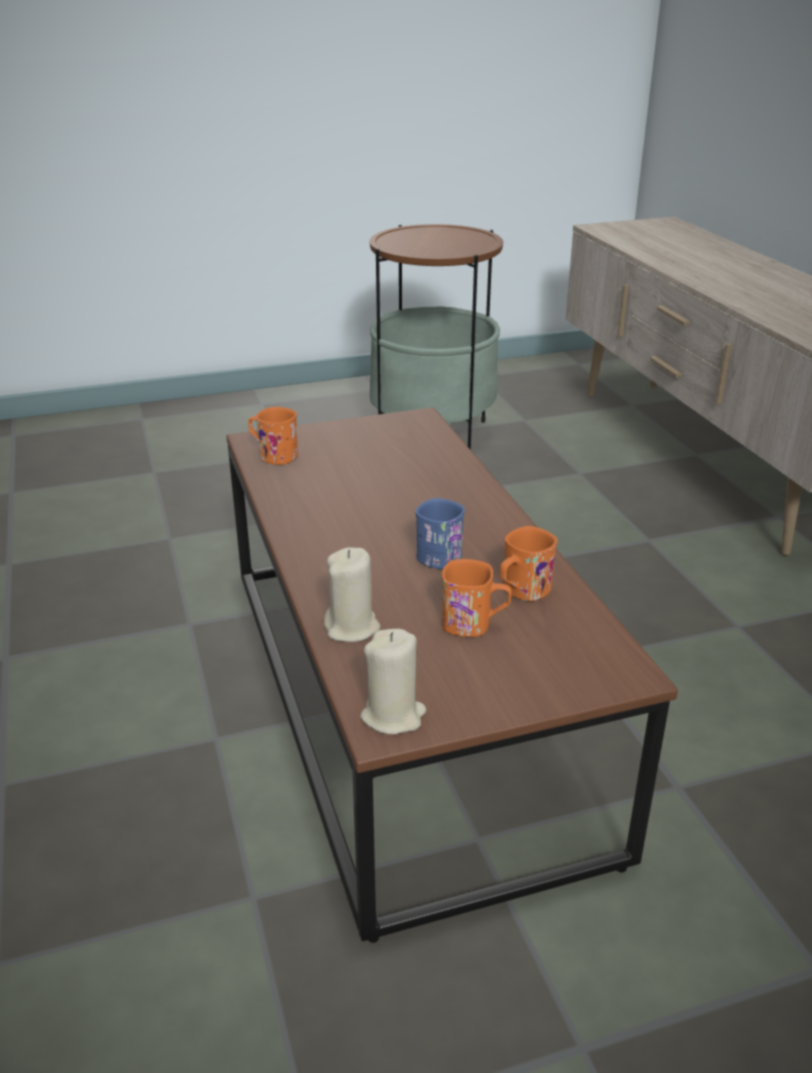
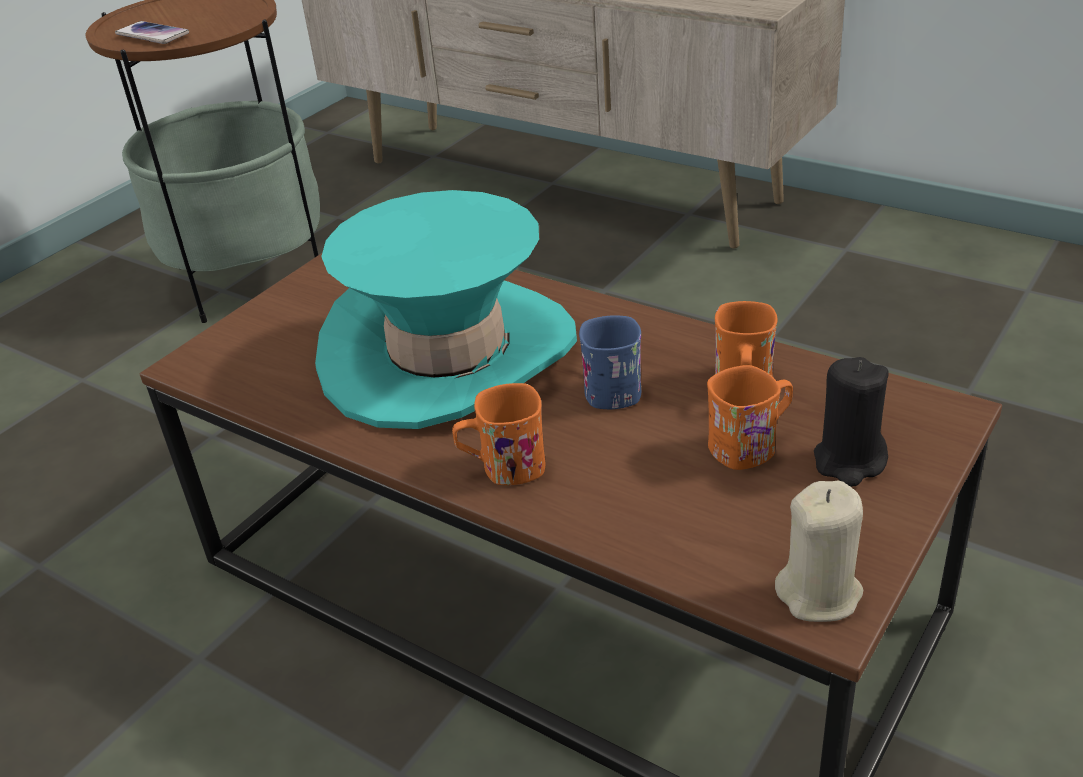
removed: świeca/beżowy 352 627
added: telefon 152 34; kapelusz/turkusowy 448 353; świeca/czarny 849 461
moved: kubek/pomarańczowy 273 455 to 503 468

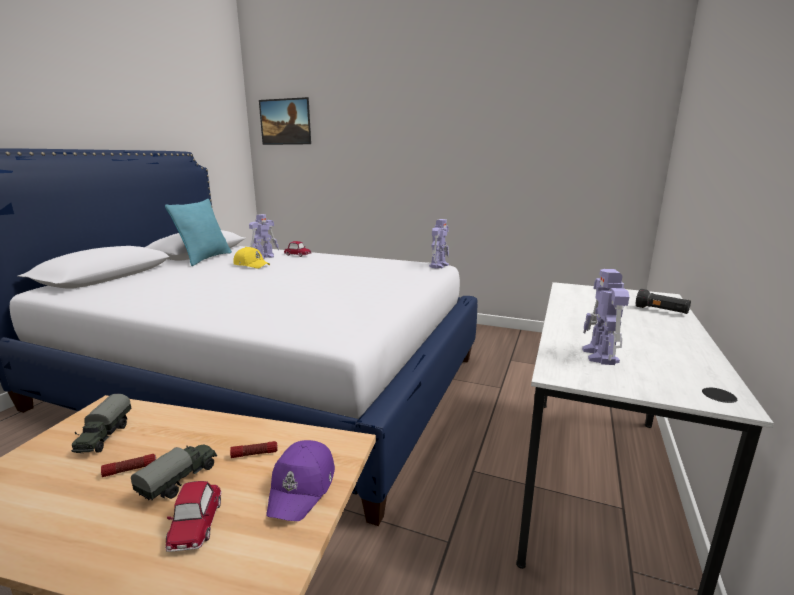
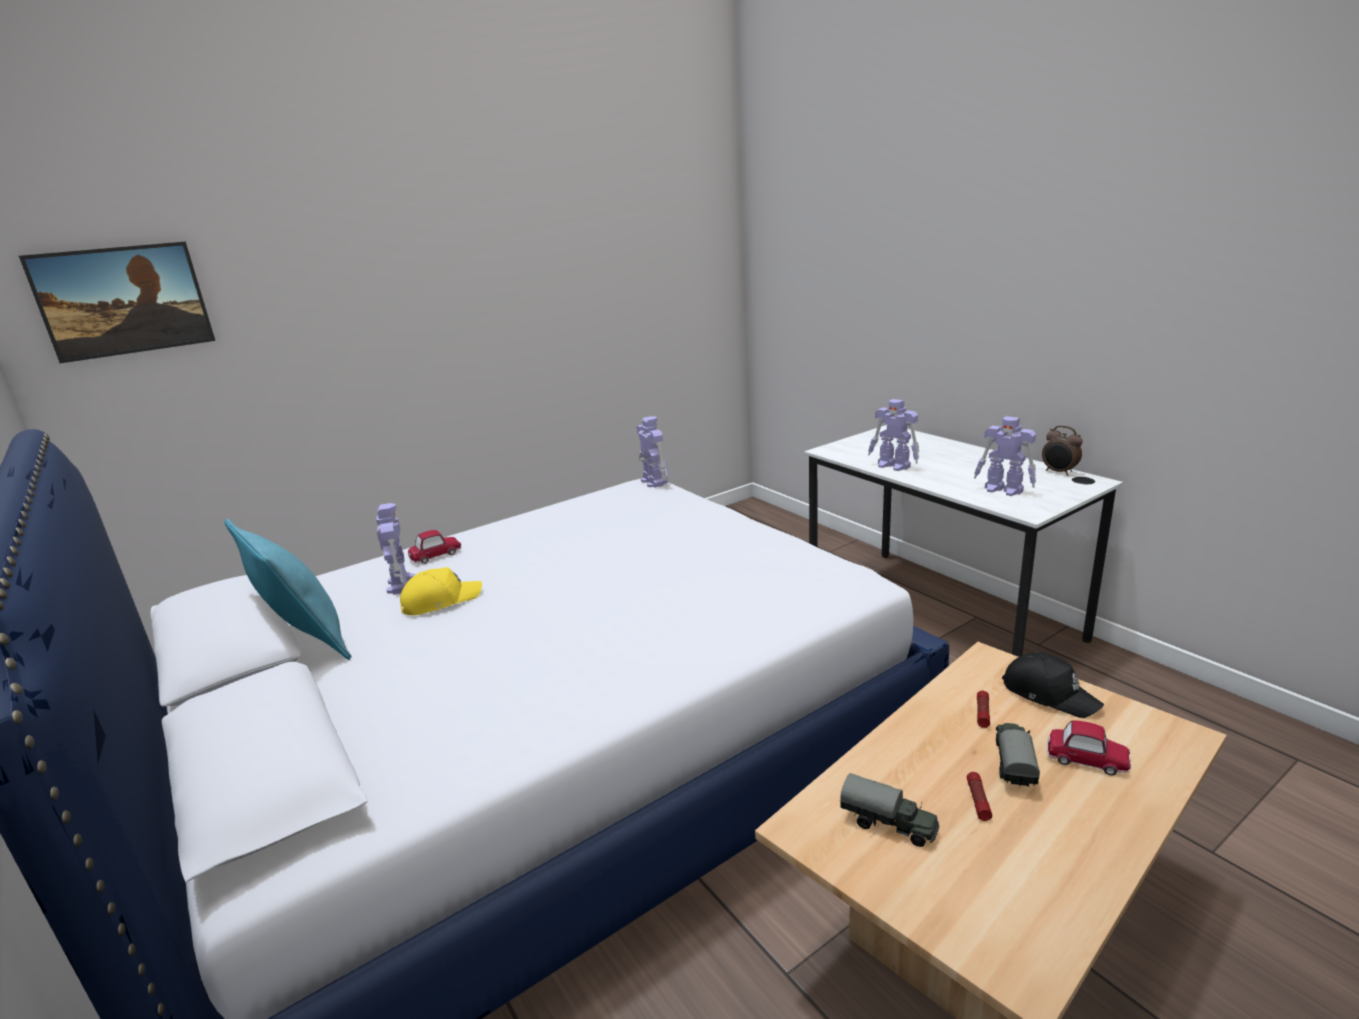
removed: latarka/czarny 661 311
added: robot zabawkowy 894 466; budzik 1059 472
recoloured: czapka z daszkiem/fioletowy 303 487 to czapka z daszkiem/czarny 1049 693
turned: ciężarówka zabawkowa 180 481 = 1013 764 45 degrees clockwise

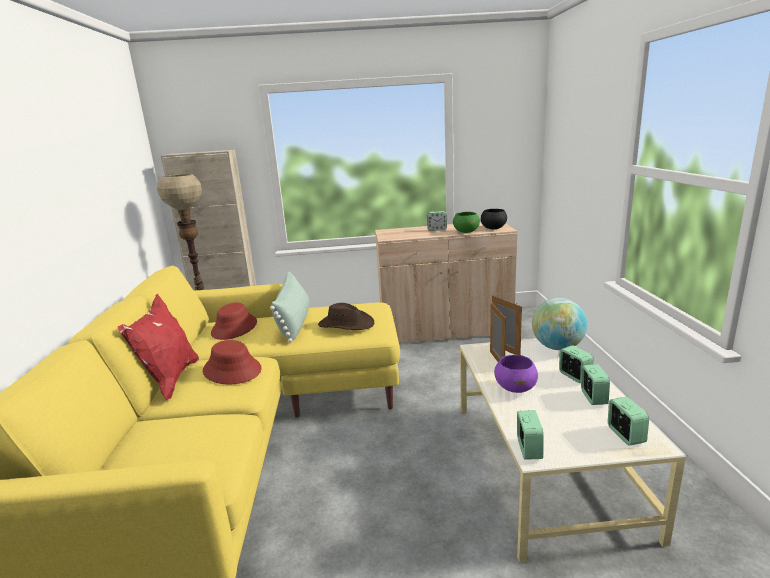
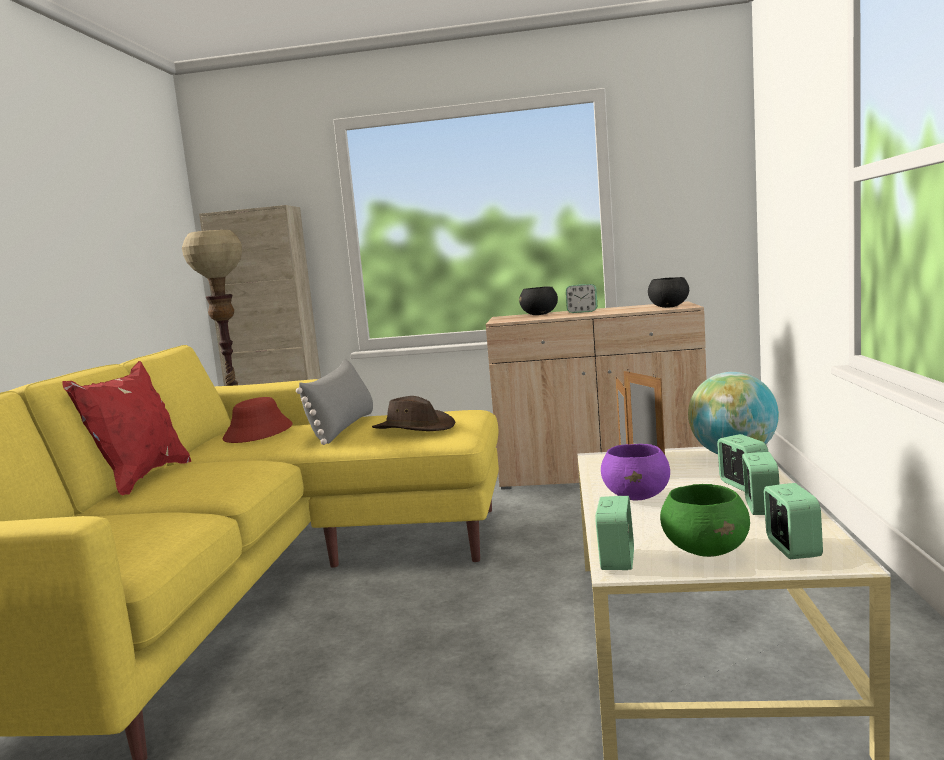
removed: kapelusz/czerwony 232 370
added: miska/czarny 539 314
moved: miska/zielony 466 232 to 706 551
recoloured: poduszka/zielony 294 323 to poduszka/szary 343 428

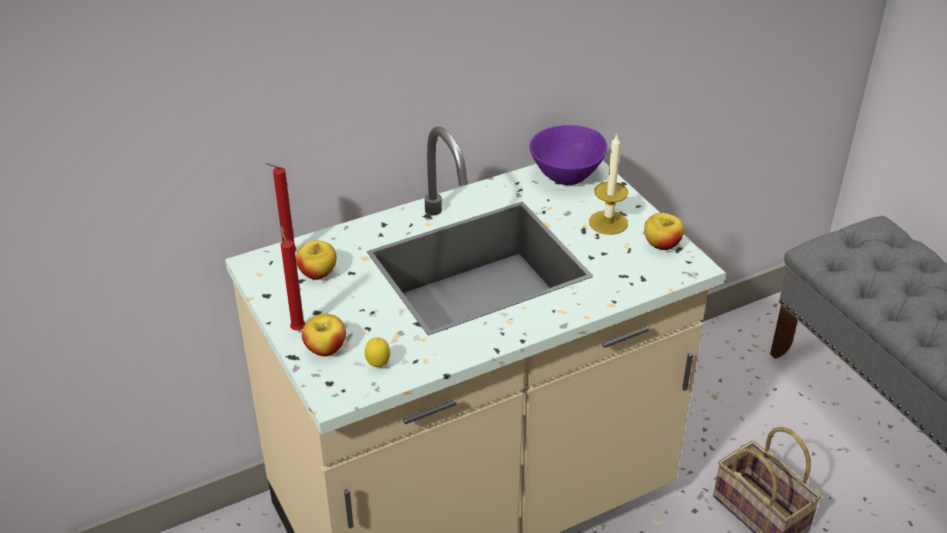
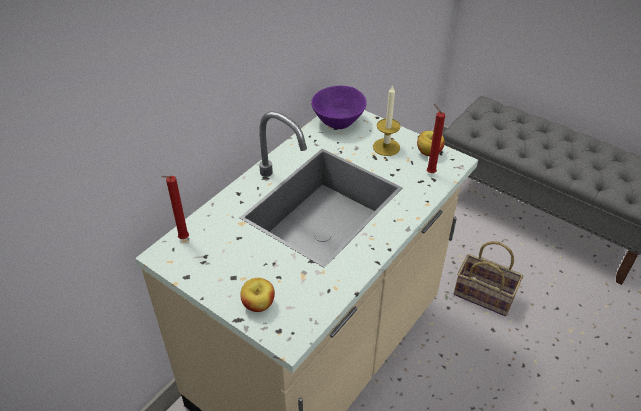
removed: jabłko 317 273; cytryna 378 365
moved: świeca/czerwony 297 328 to 429 172

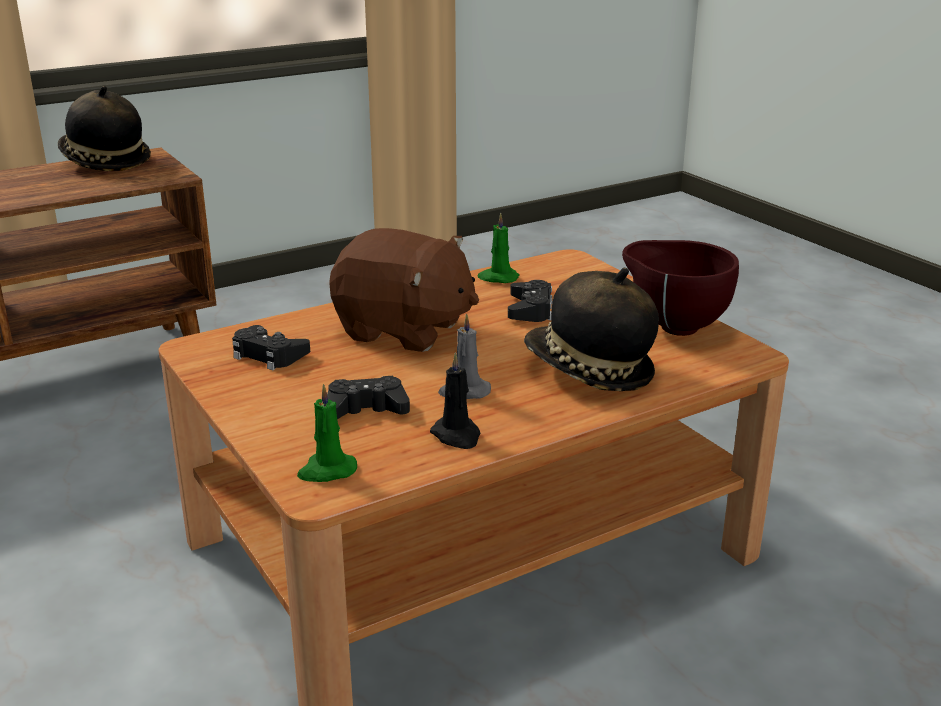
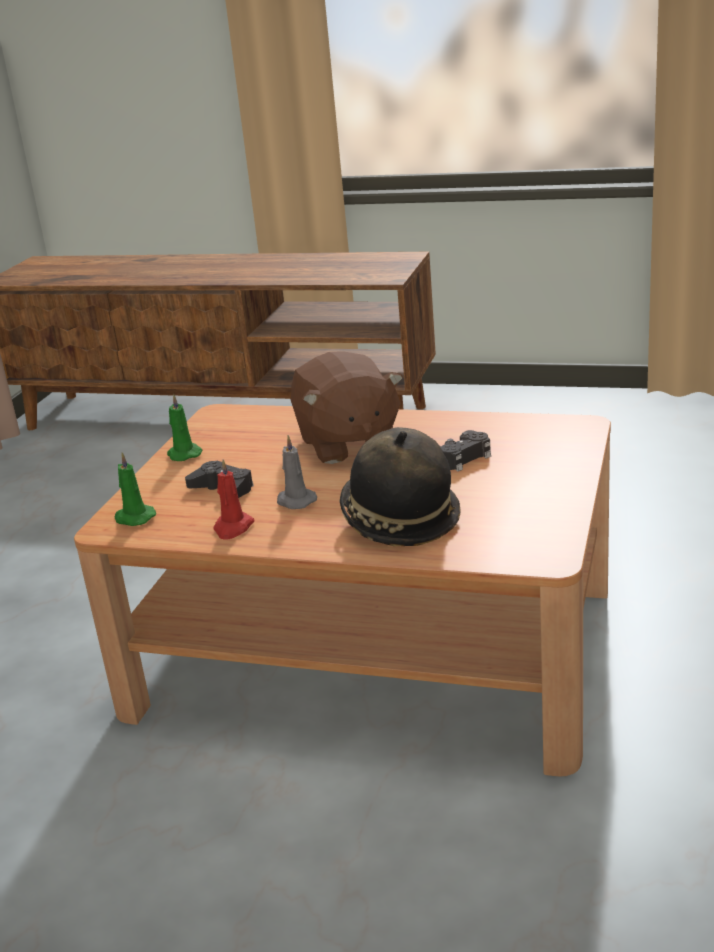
removed: kapelusz 105 162; miska/brązowy 673 327; pad do gier/czarny 268 355
moved: świeca/zielony 497 278 to 183 454
recoloured: świeca/czarny 457 436 to świeca/czerwony 233 528

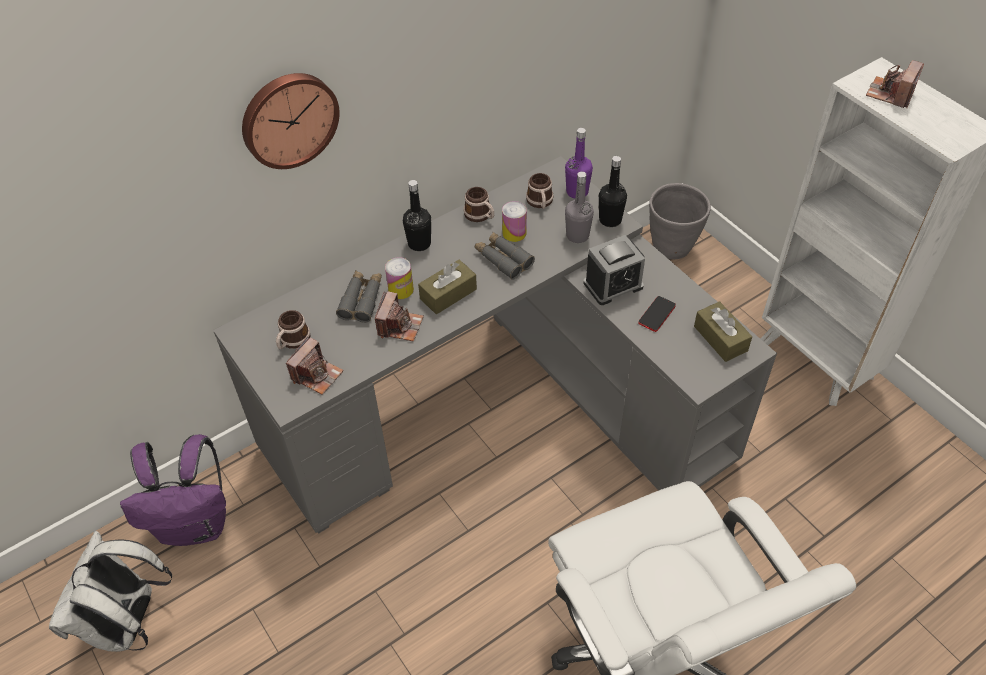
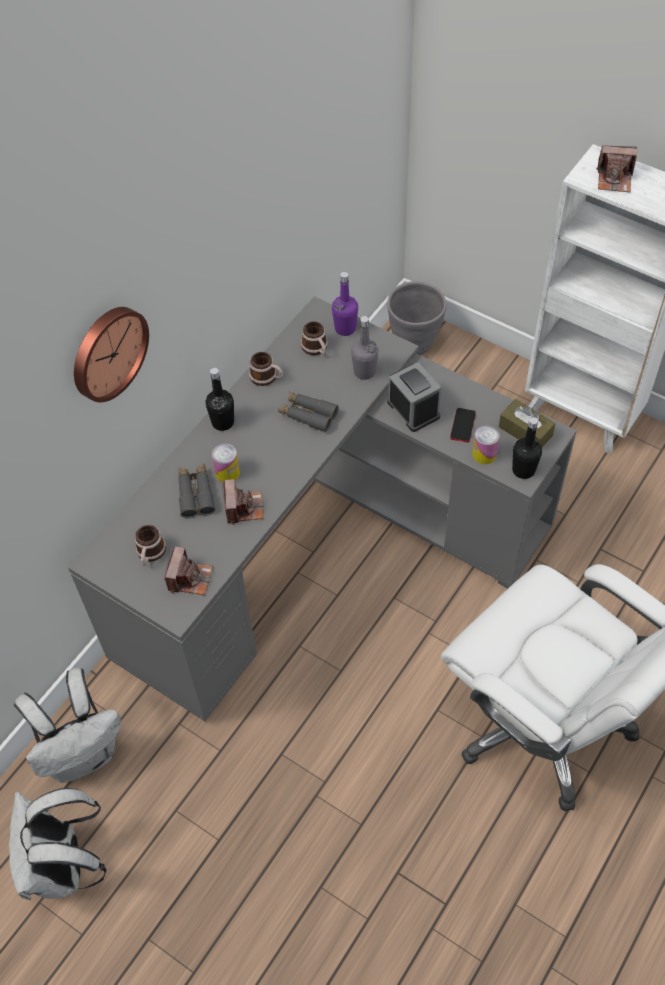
removed: pudełko chusteczek/brązowy 448 294
moved: butelka/czarny 610 220 to 523 470; puszka 514 233 to 484 454
recoloured: plecak/fioletowy 196 525 to plecak/biały 83 754
turned: aparat fotograficzny 891 94 = 614 179 90 degrees counterclockwise; budzik 613 285 = 413 409 75 degrees counterclockwise

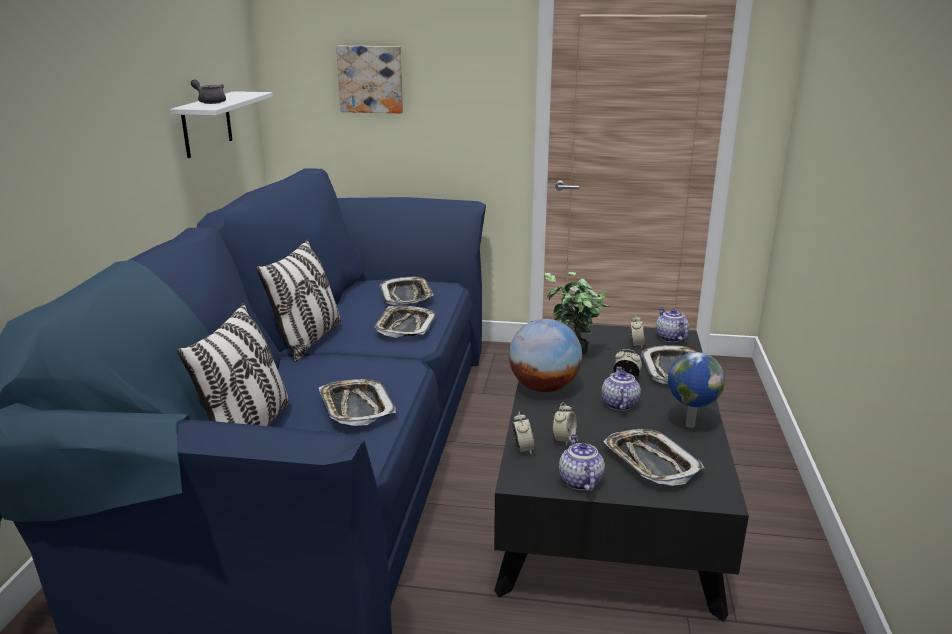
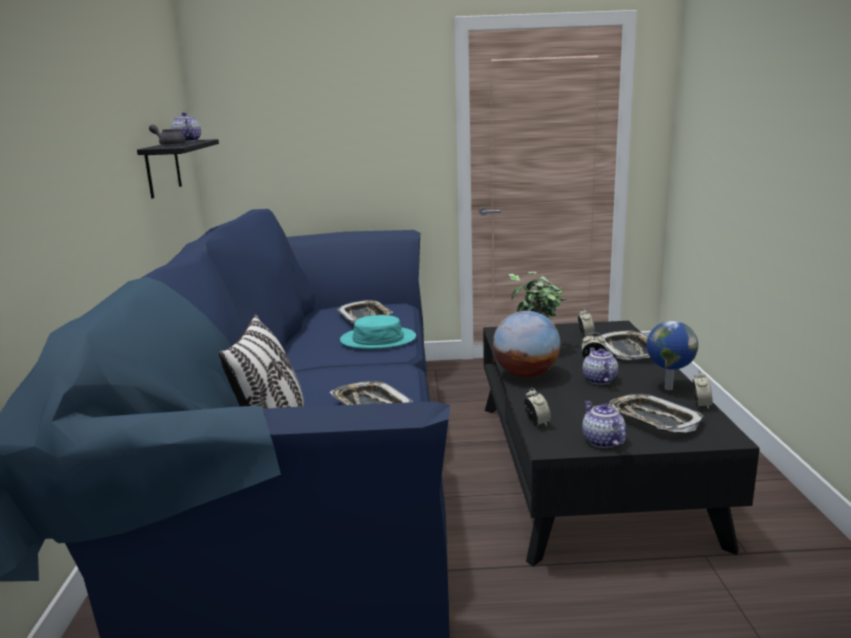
removed: obraz 371 79; poduszka 308 340
moved: imbryk 670 337 to 187 141; budzik 563 440 to 701 405
replaced: taca 405 326 to kapelusz/turkusowy 378 339
recoloured: półka/biały 207 124 to półka/czarny 163 168

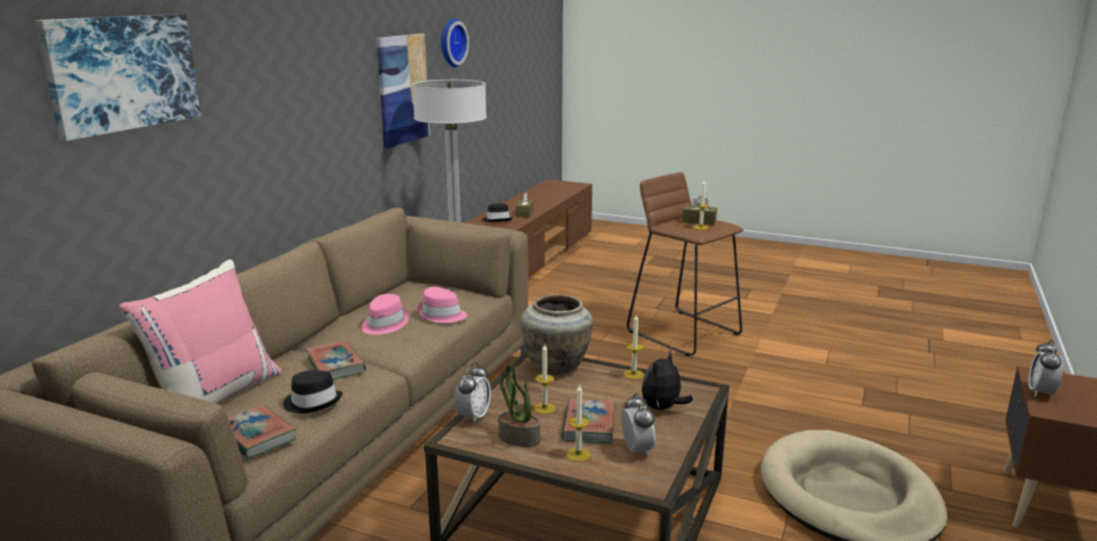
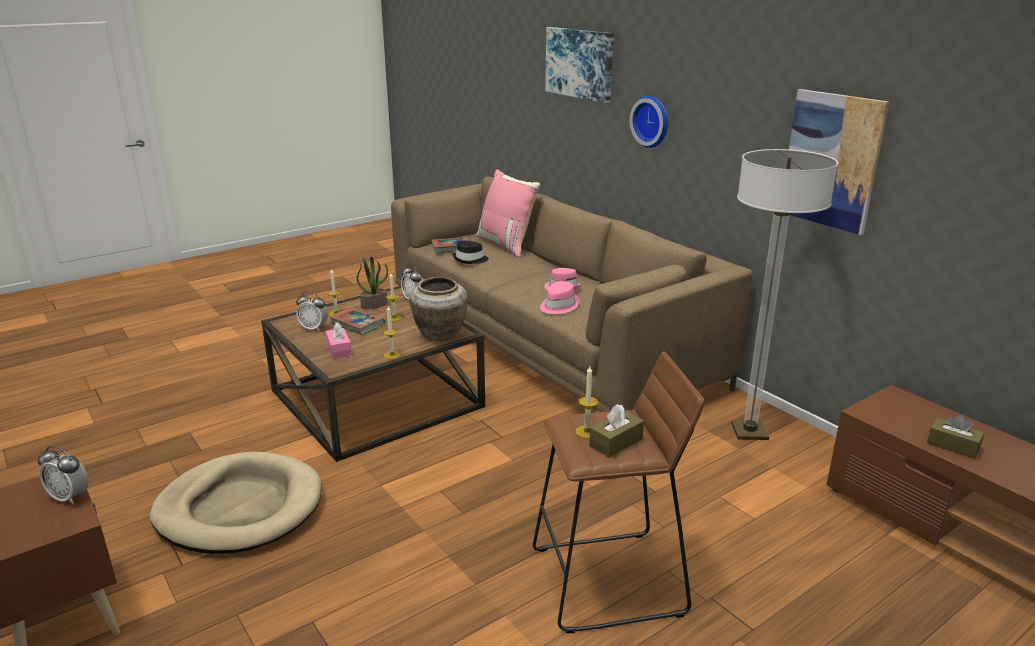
removed: kapelusz/czarny 497 220; książka 335 365
moved: zegar ścienny 451 42 to 652 121
replaced: pluszak 662 408 to pudełko chusteczek/różowy 339 350
turned: budzik 1040 392 = 69 497 150 degrees clockwise

